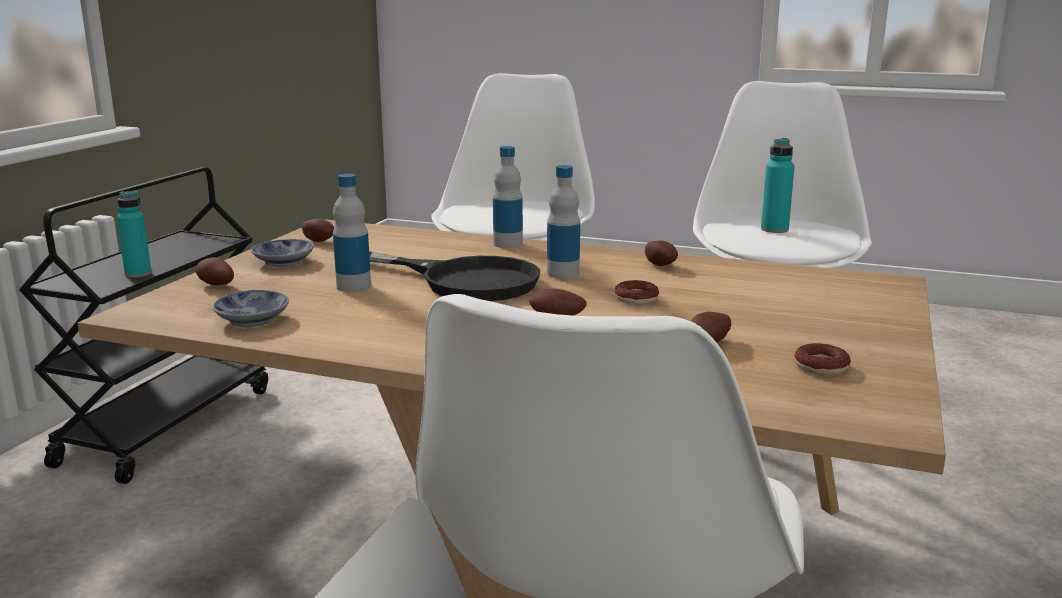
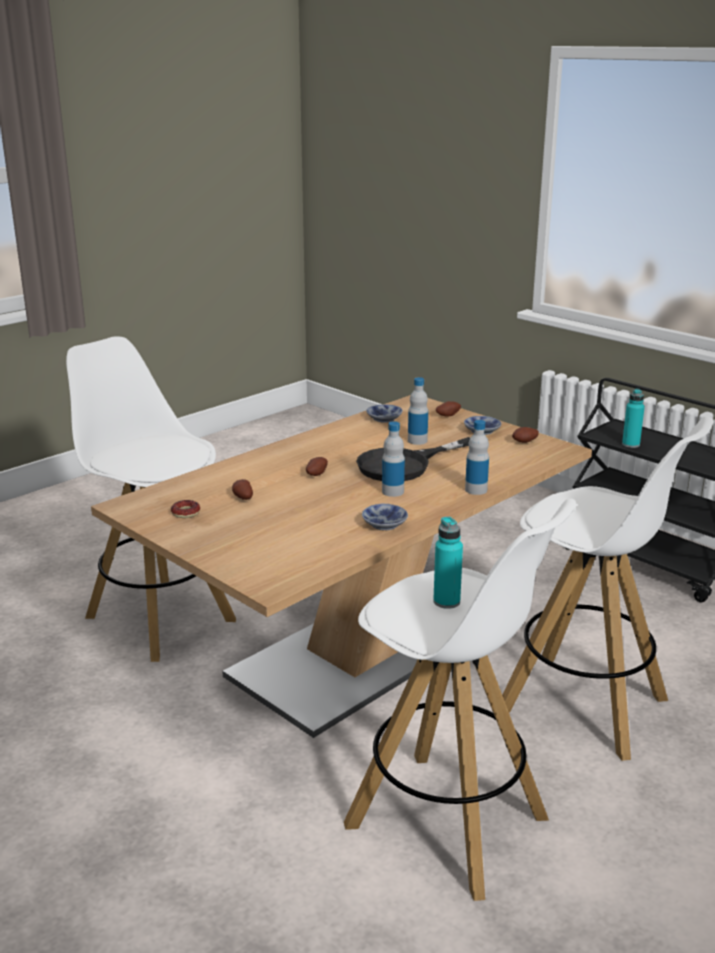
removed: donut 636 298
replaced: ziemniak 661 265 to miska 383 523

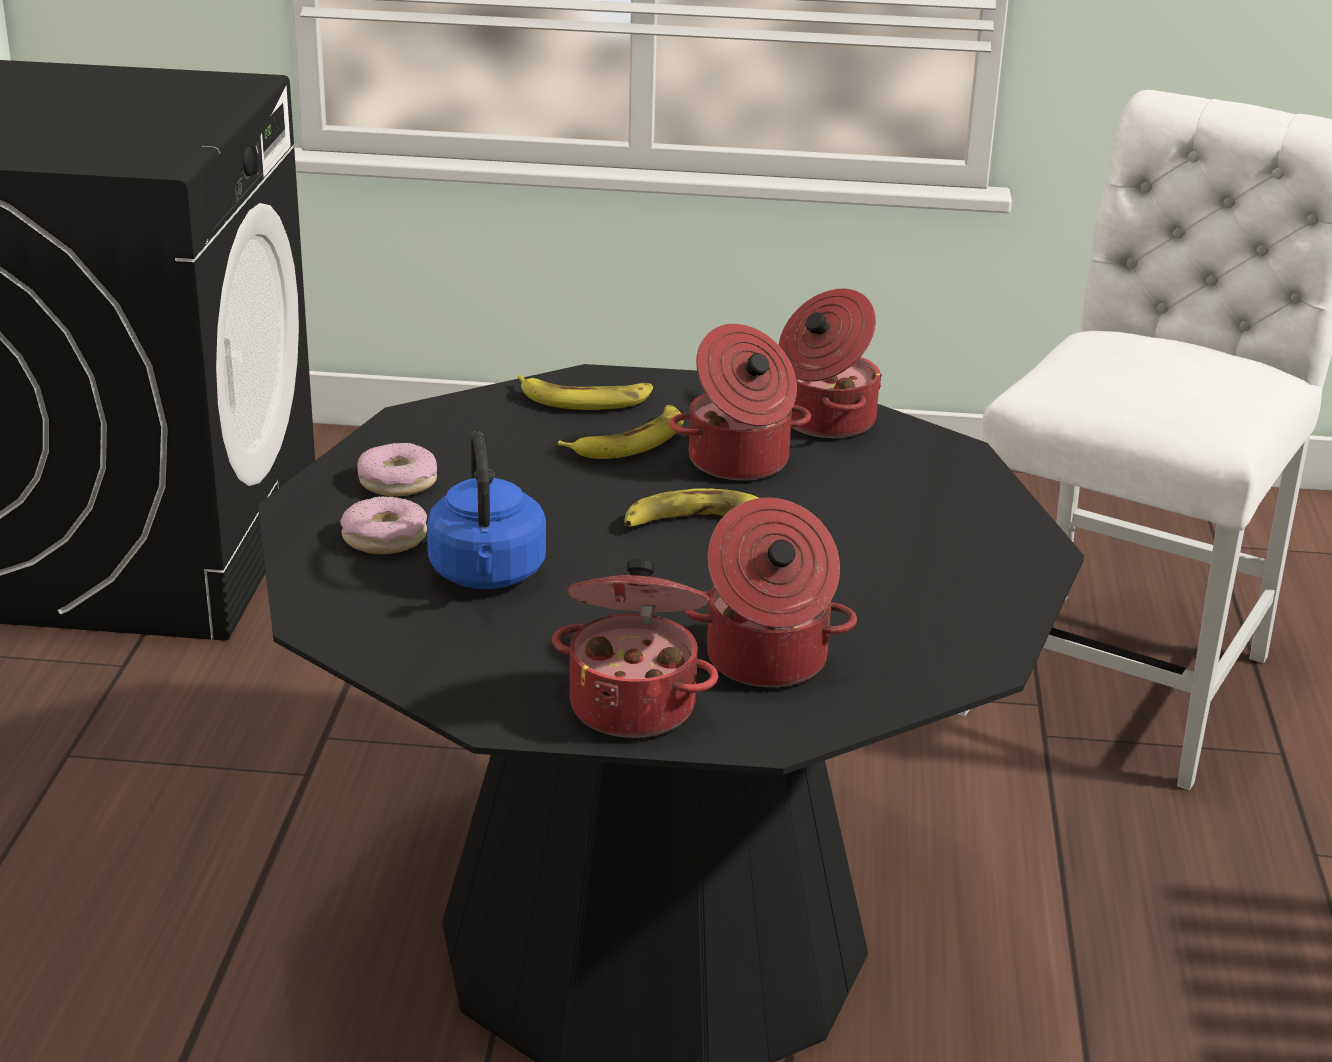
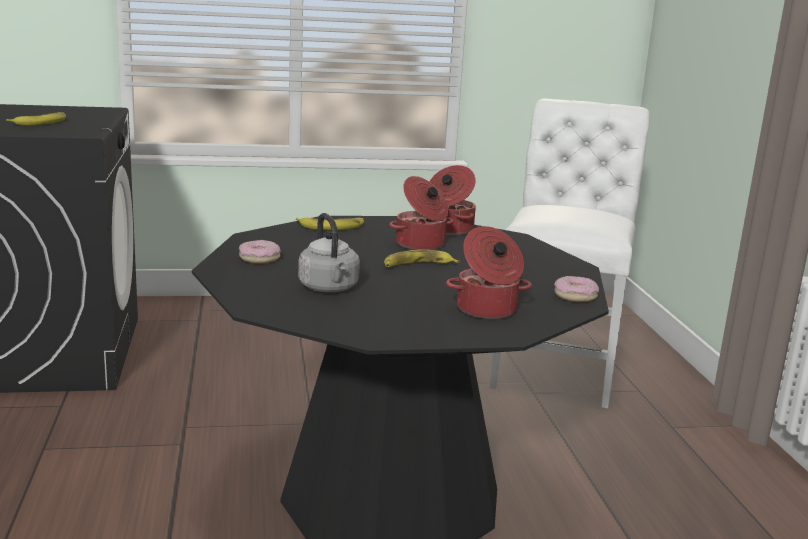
removed: garnek 634 704
moved: banan 630 441 to 41 122; donut 384 538 to 575 296
recoloured: czajnik/niebieski 487 575 to czajnik/szary 329 288

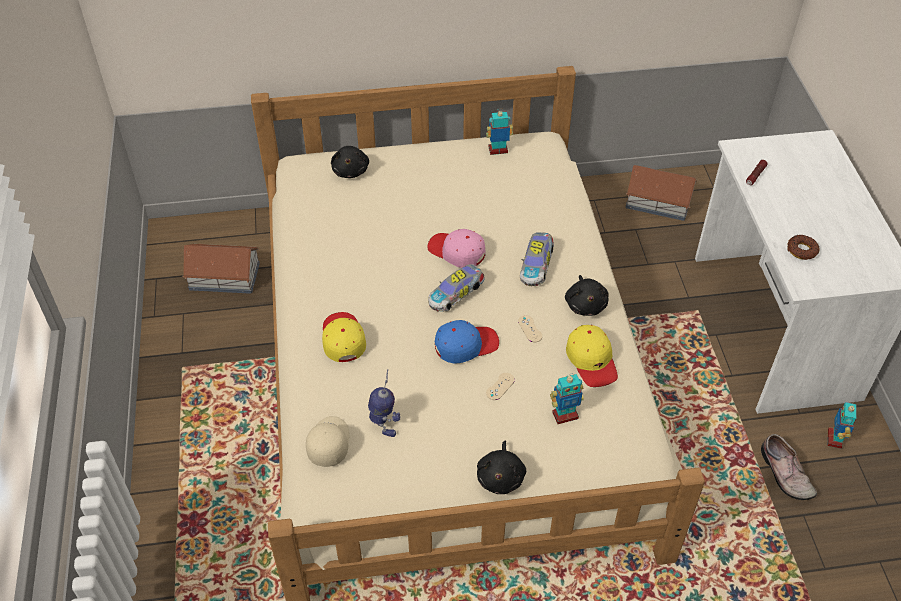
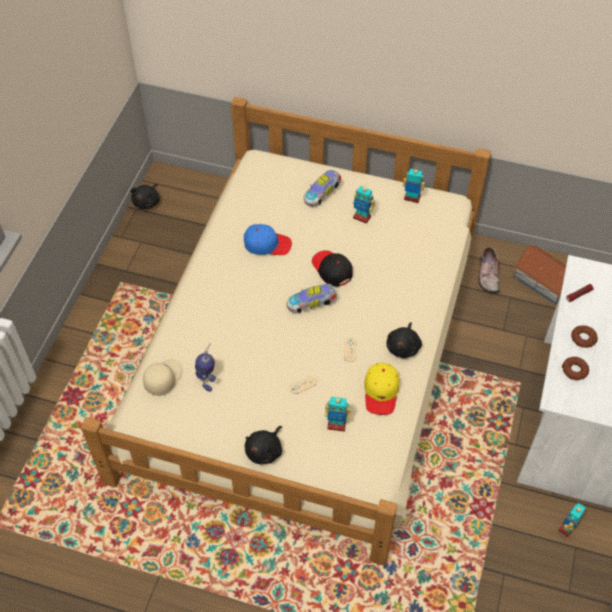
removed: domek 223 276; czapka z daszkiem/żółty 343 339
added: robot zabawkowy 362 217; donut 583 338
moved: pluszak/czarny 350 170 to 147 202; samochodzik 536 265 to 322 193; czapka z daszkiem/niebieski 465 345 to 267 244; but 784 474 to 487 275
recoloured: czapka z daszkiem/różowy 457 252 to czapka z daszkiem/czarny 332 270

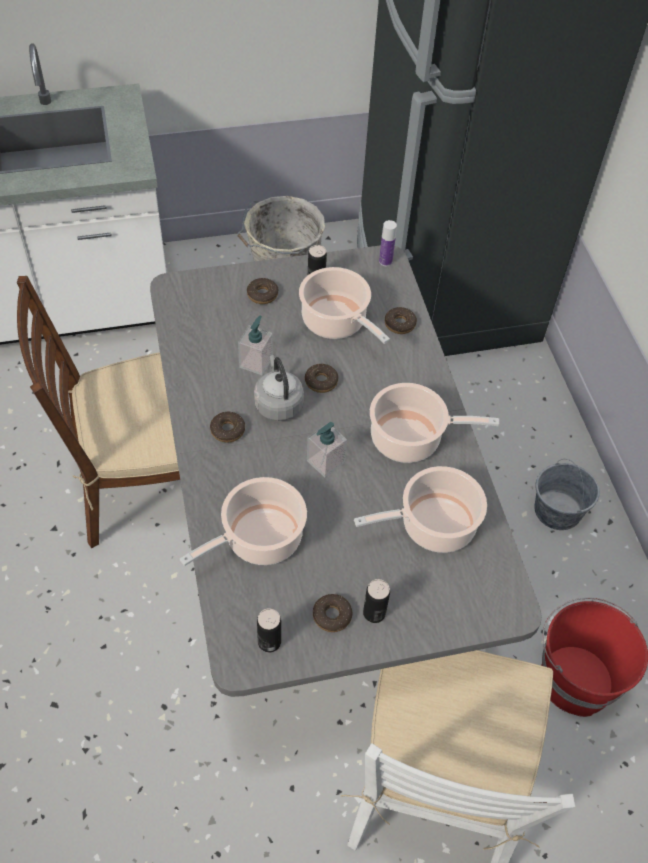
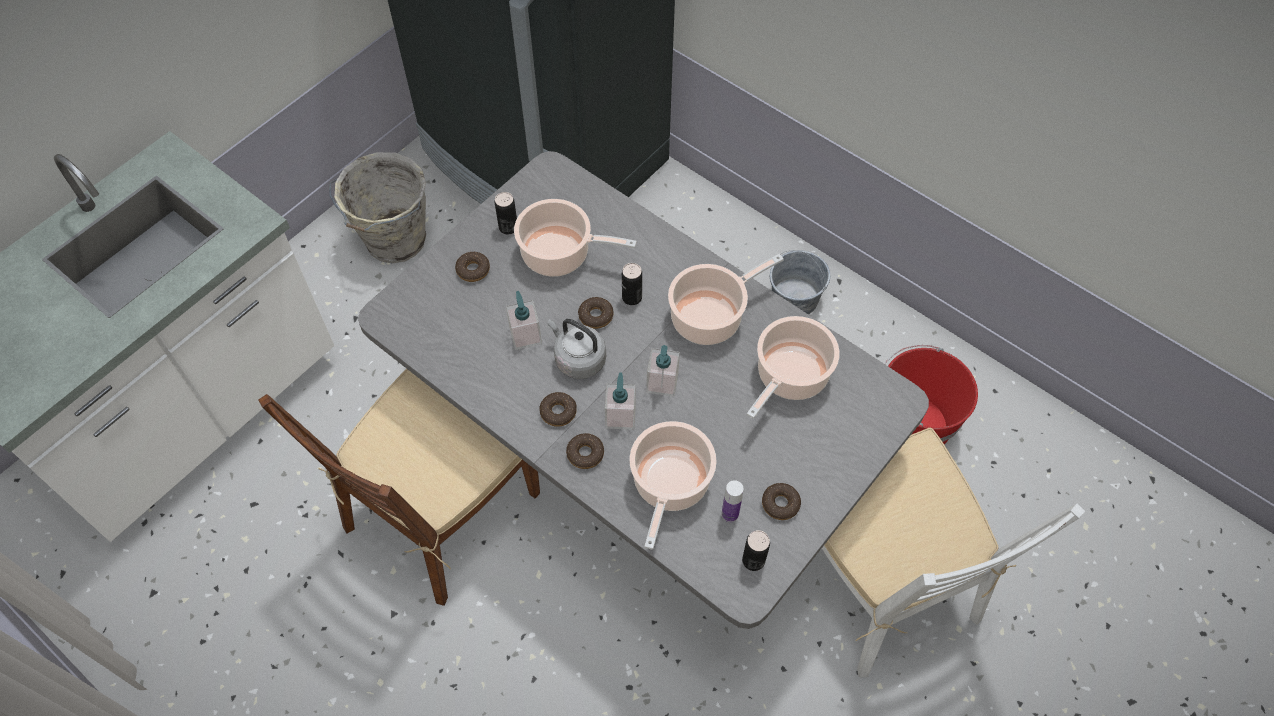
added: dozownik mydła 620 416
moved: butelka 385 261 to 730 514; donut 400 324 to 585 454; puszka 374 613 to 632 297

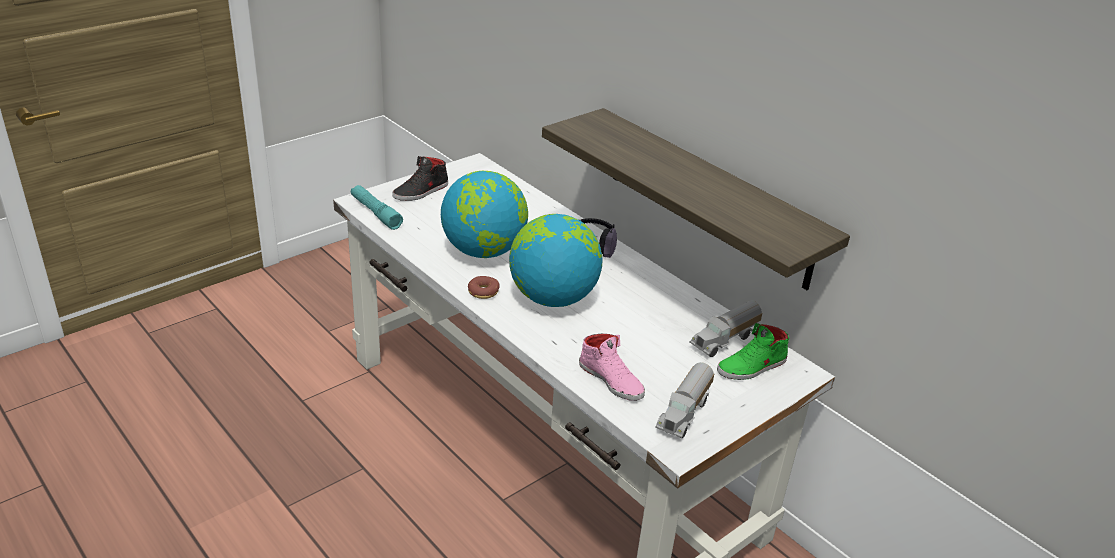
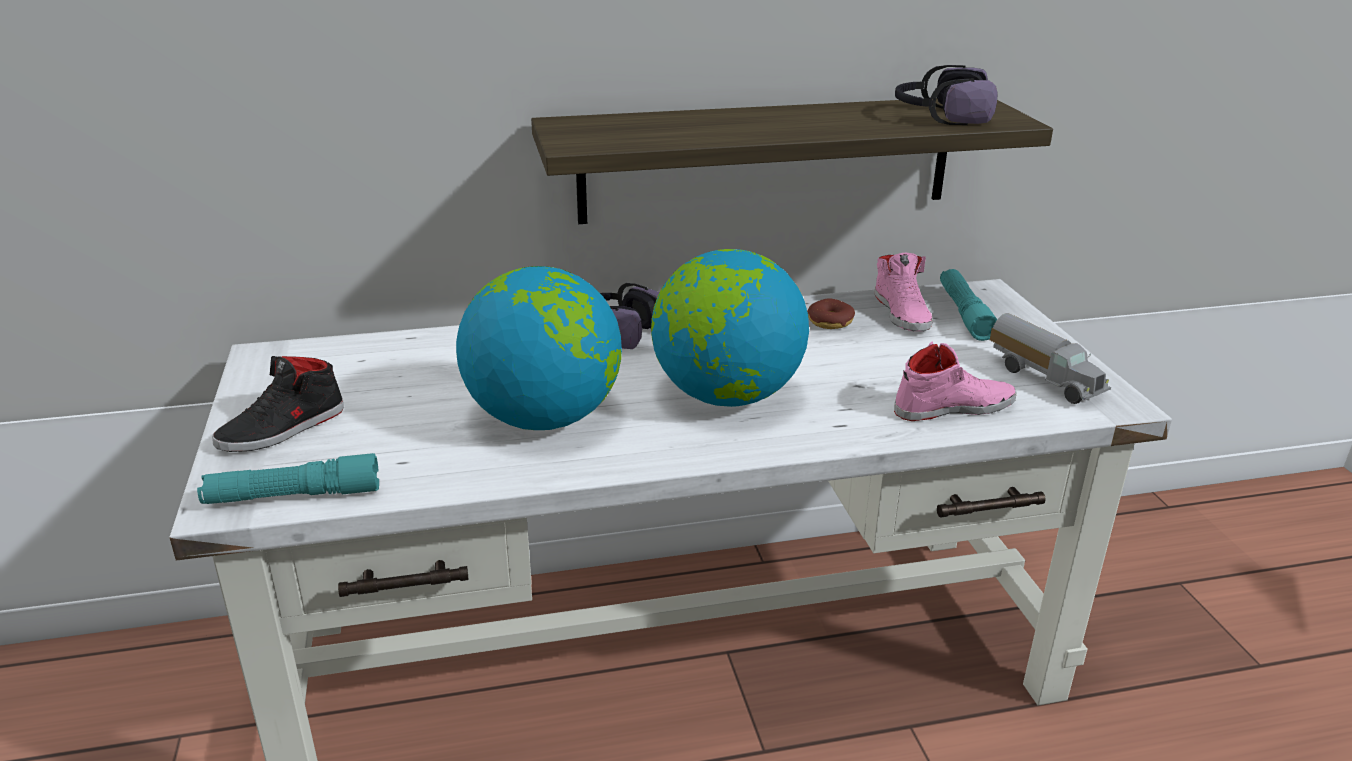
added: słuchawki 940 116
moved: donut 483 292 to 830 321
replaced: ciężarówka zabawkowa 725 340 to but/różowy 902 312; but/zielony 752 367 to latarka/turkusowy 964 313
turned: but/czarny 421 191 = 283 429 60 degrees clockwise

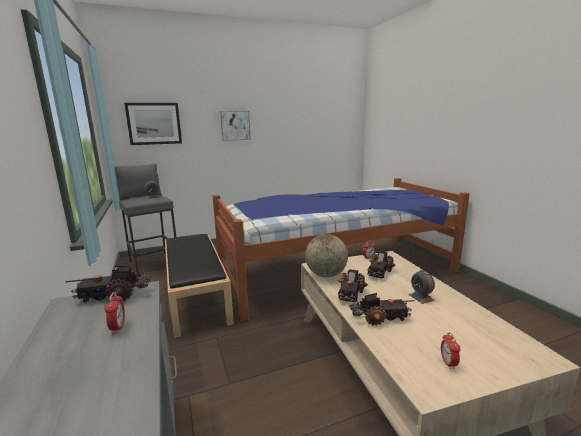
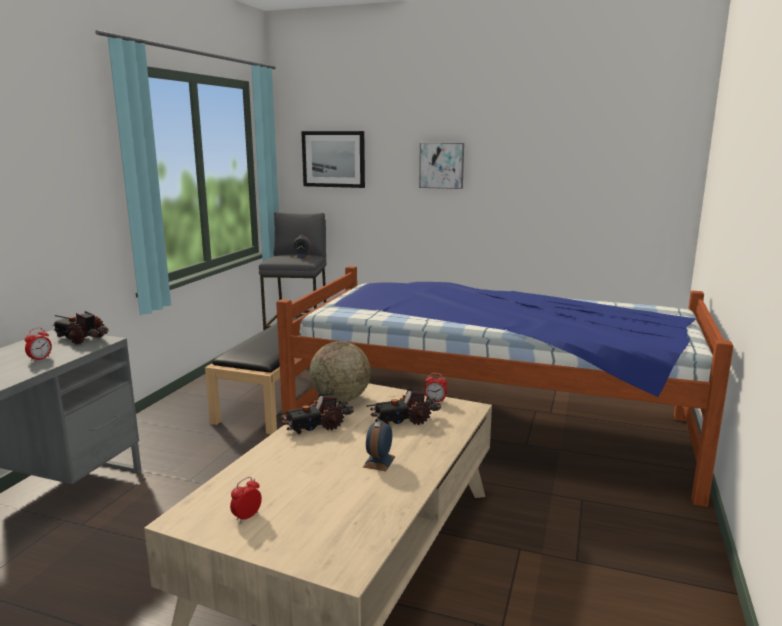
removed: ciężarówka zabawkowa 381 318

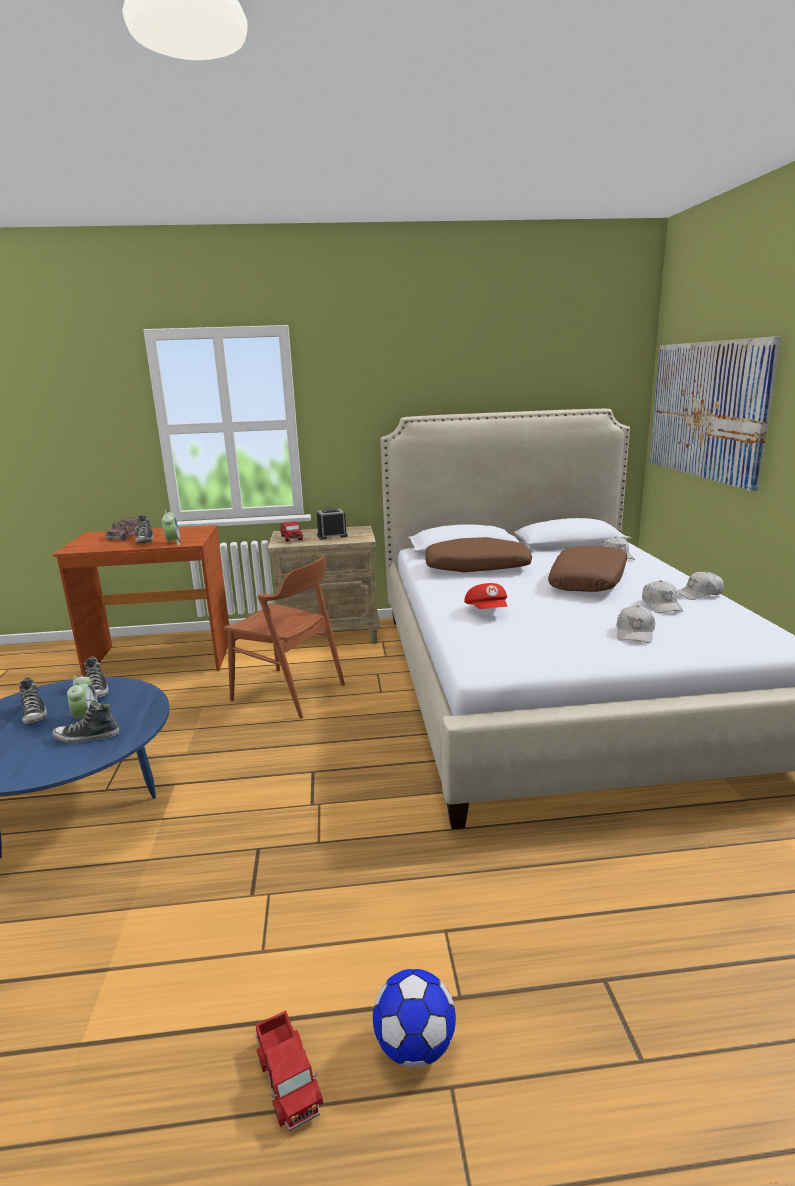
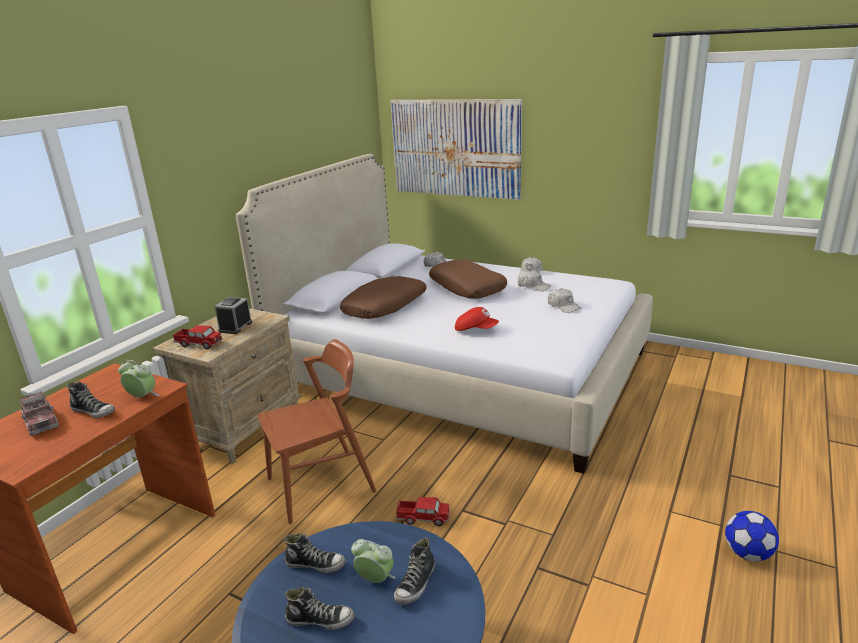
moved: ciężarówka zabawkowa 288 1078 to 423 518

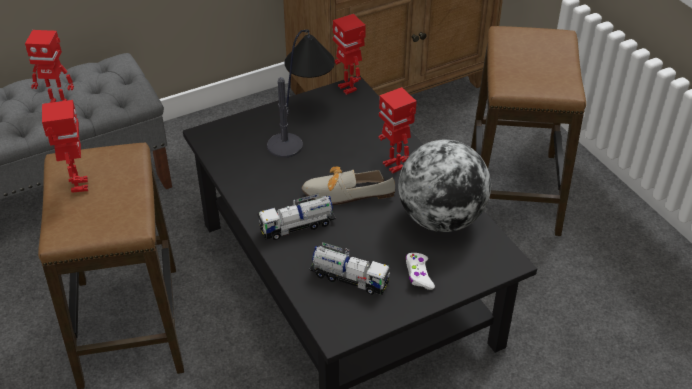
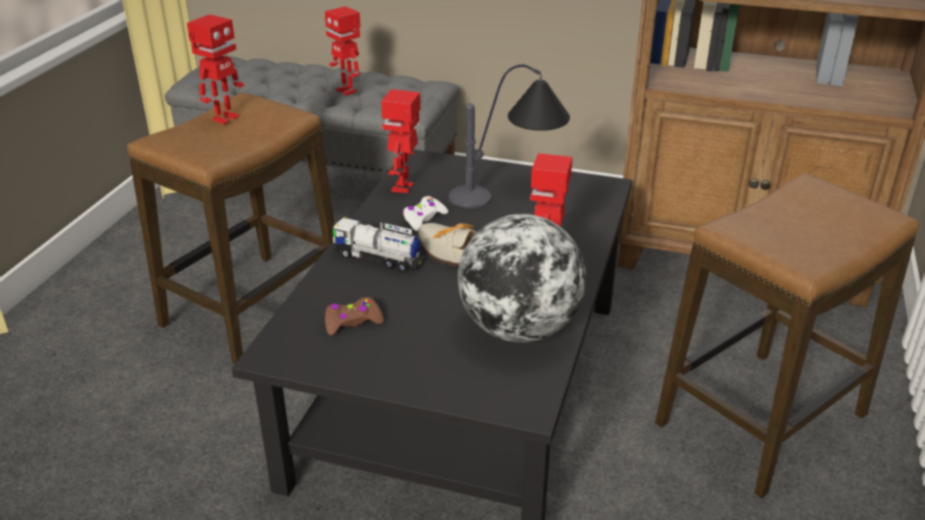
moved: robot zabawkowy 348 88 to 403 188; pad do gier/biały 418 274 to 423 218
replaced: ciężarówka zabawkowa 349 279 to pad do gier/brązowy 352 322

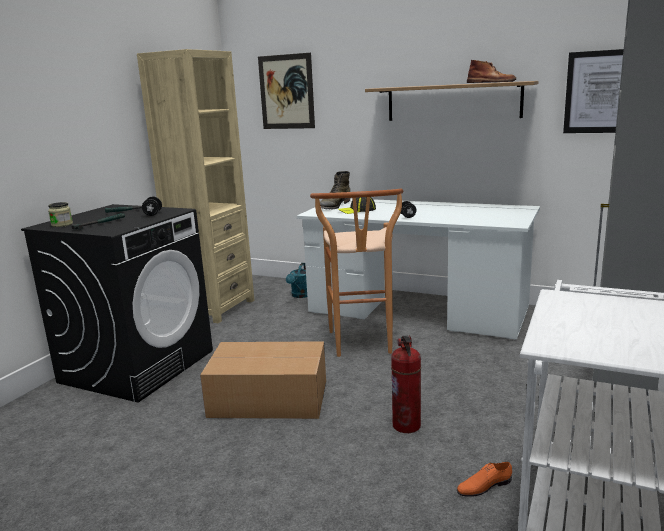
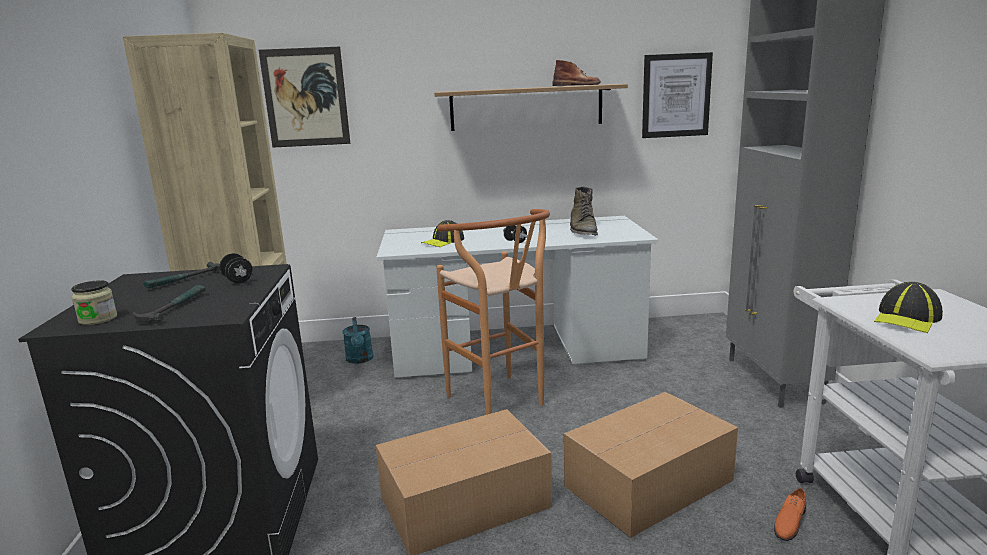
added: czapka z daszkiem 907 318
moved: but z cholewką/zielony 334 206 to 583 231
replaced: gaśnica 407 425 to karton 651 482

